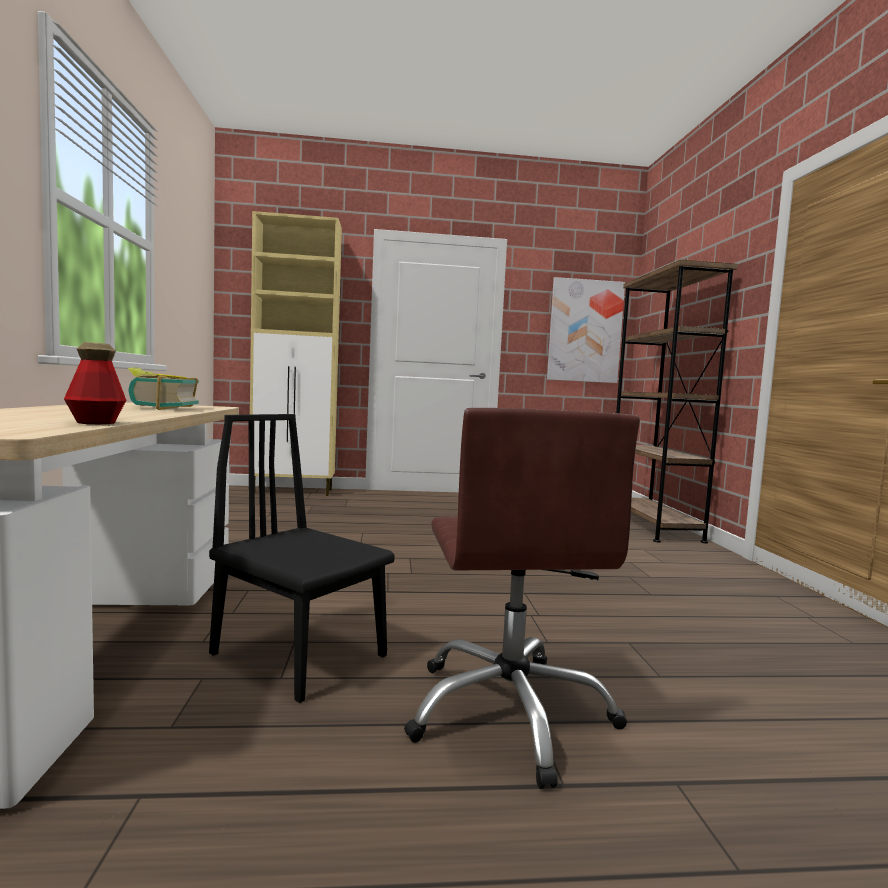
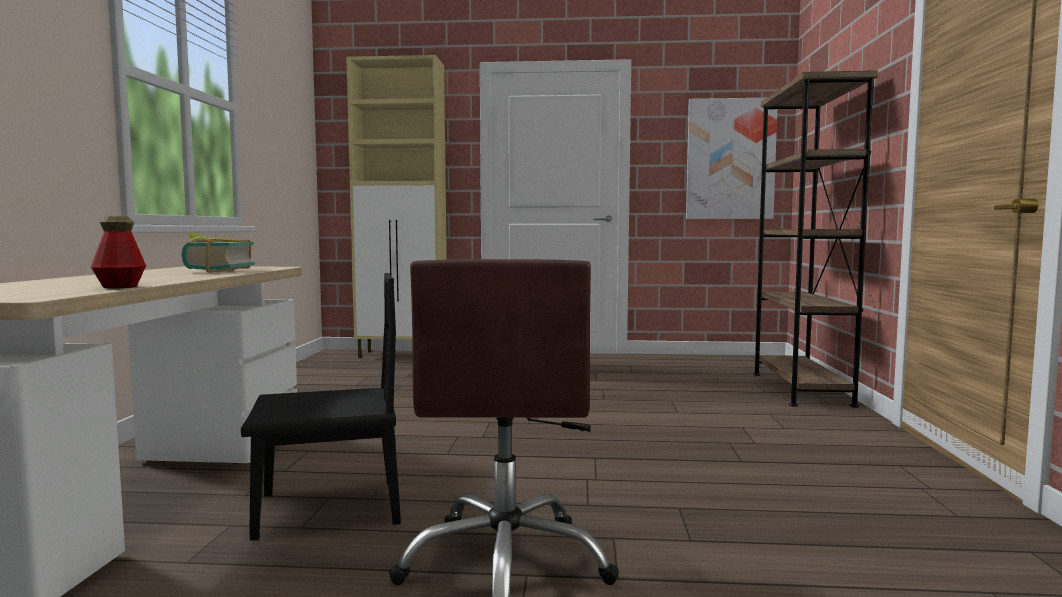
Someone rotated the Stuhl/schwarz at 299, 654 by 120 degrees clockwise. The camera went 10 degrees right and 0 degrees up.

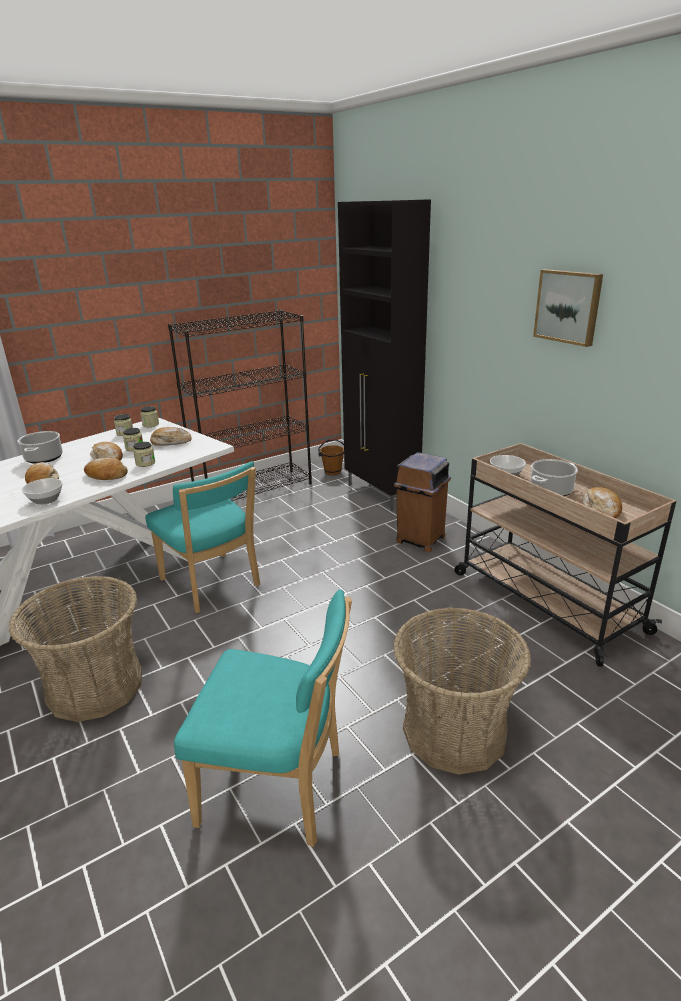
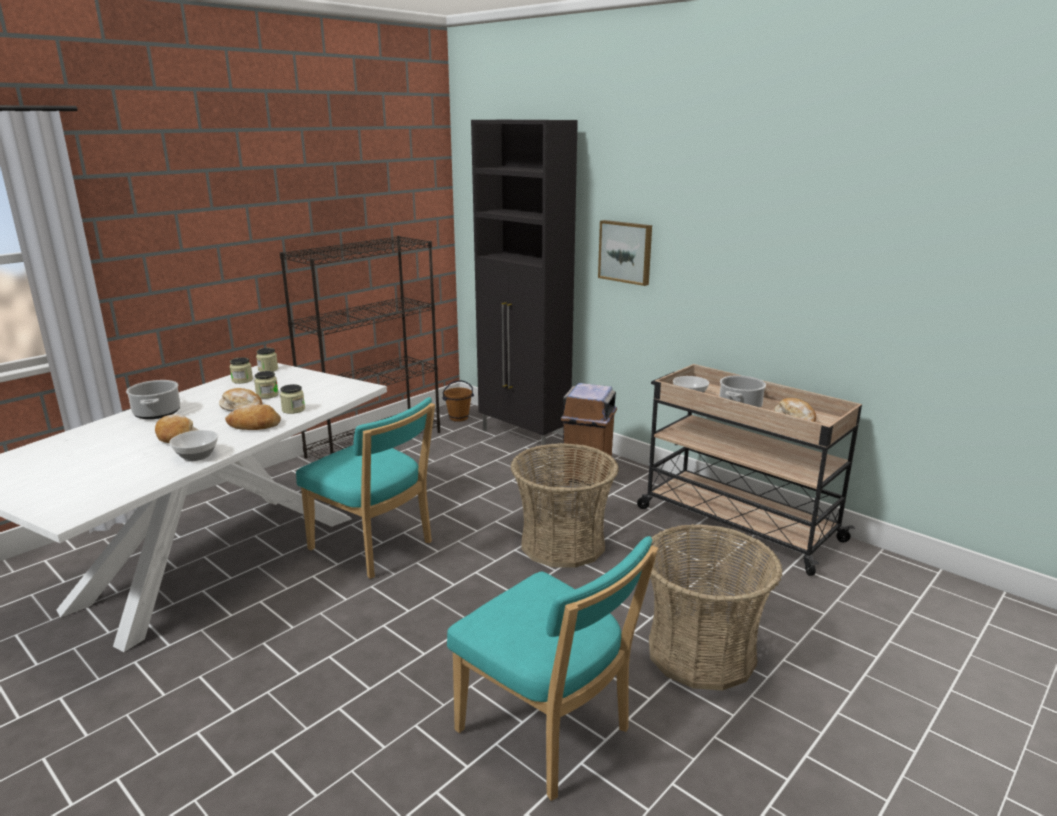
Someone carried the Korb from 95, 686 to 562, 544. Someone took away the Brot at 170, 442. Someone rotated the Stuhl/türkis at 278, 788 by 45 degrees clockwise. Someone carried the Bild from 568, 306 to 626, 252. The camera went 15 degrees left and 5 degrees down.

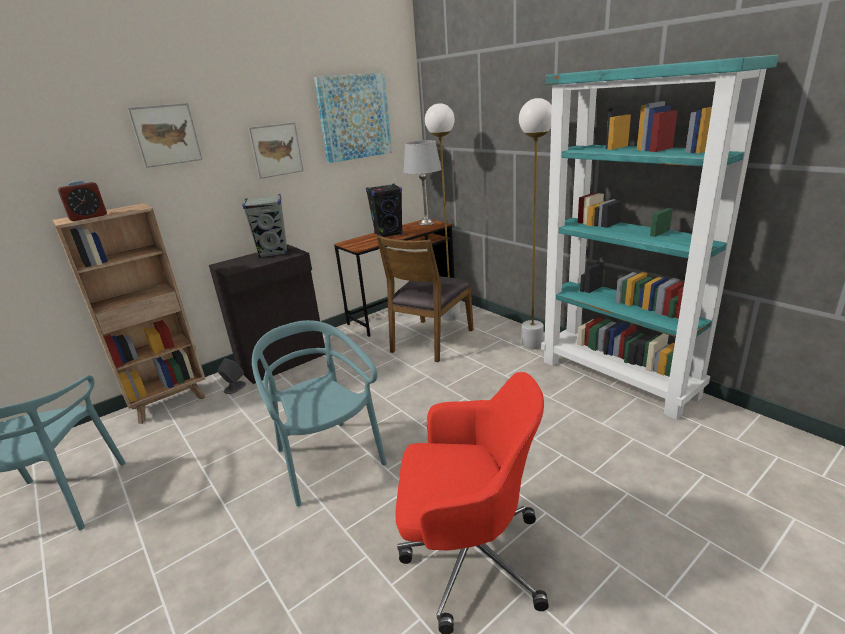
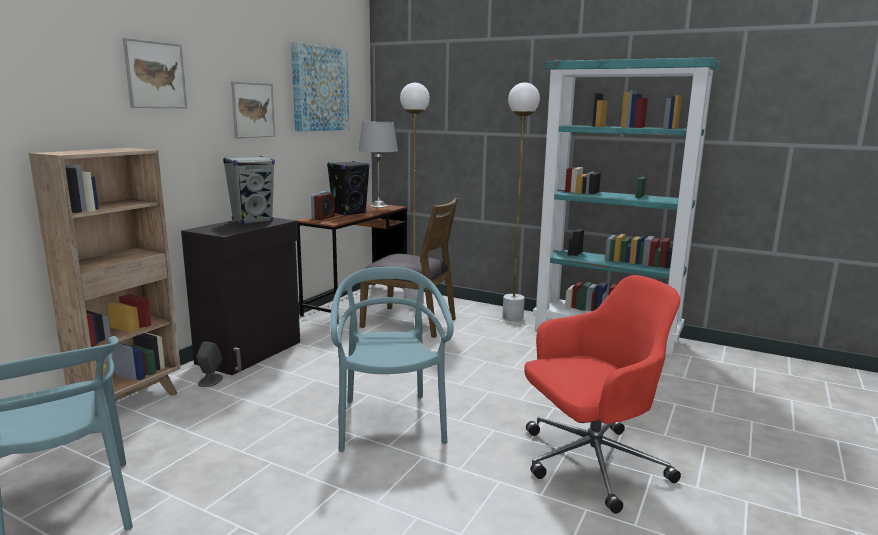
Someone carried the Wecker from 88, 217 to 323, 218. Someone rotated the Stuhl/türkis at 327, 460 by 45 degrees clockwise. Someone rotated the Stuhl/braun at 431, 340 by 75 degrees counterclockwise. The camera went 25 degrees left and 10 degrees down.

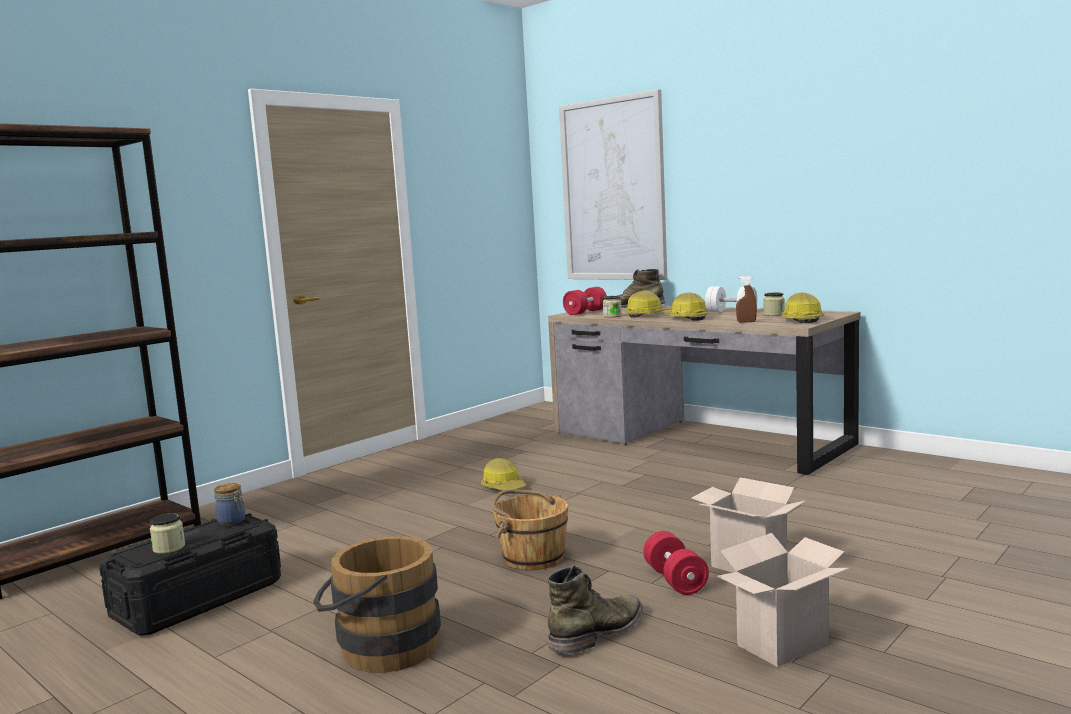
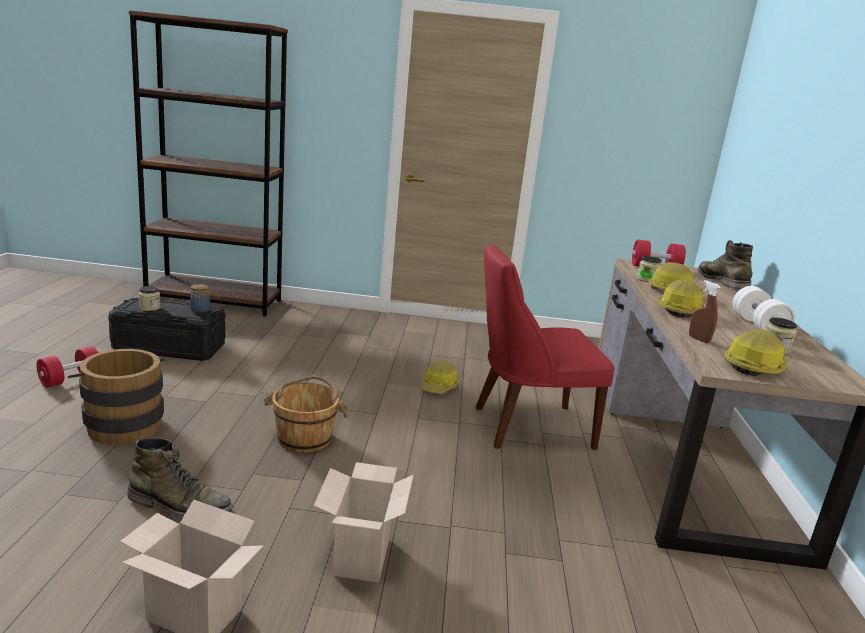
Someone took away the Bild at 613, 190. Someone carried the Hantel/rot from 675, 580 to 70, 379. Someone put down the Stuhl/rot at 526, 427. The camera went 50 degrees right and 10 degrees up.

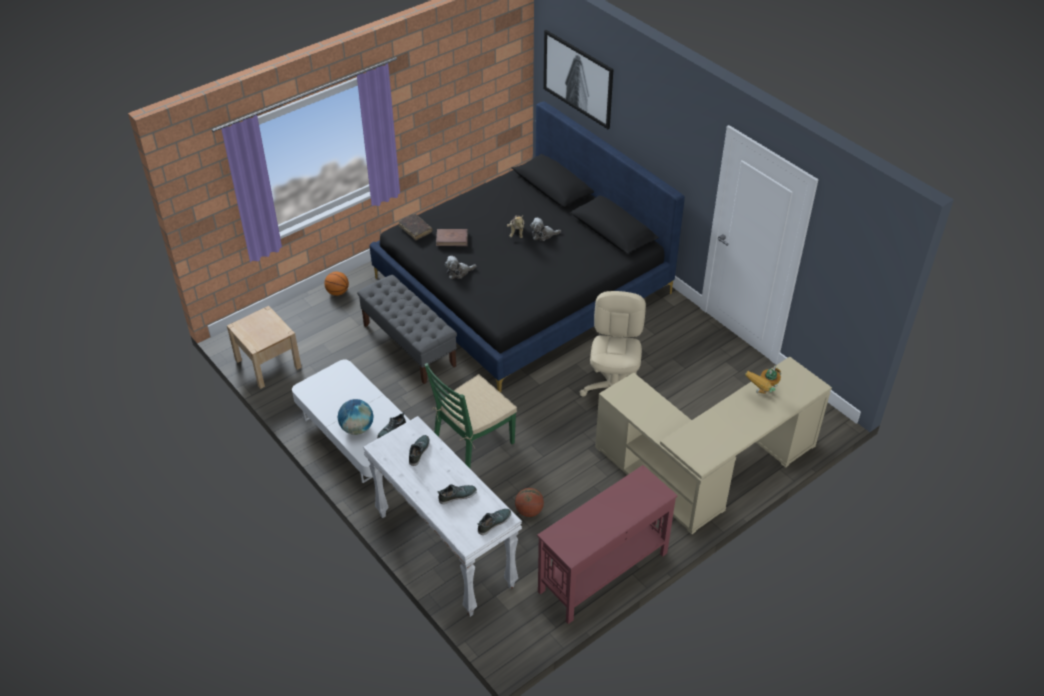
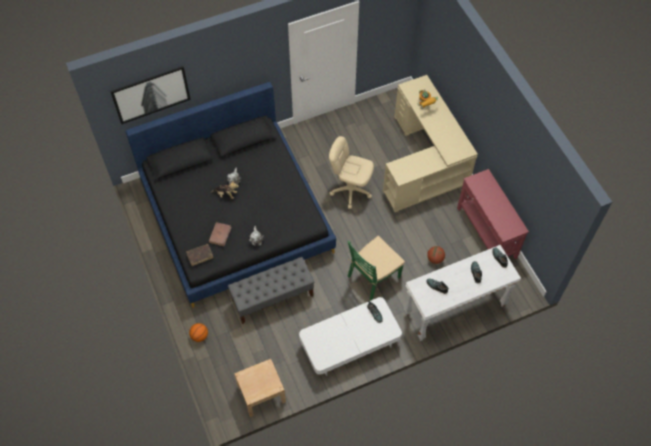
Someone took away the Globus at 357, 428. Someone rotated the Stuhl/grün at 473, 442 by 75 degrees clockwise. The camera went 75 degrees left and 15 degrees up.

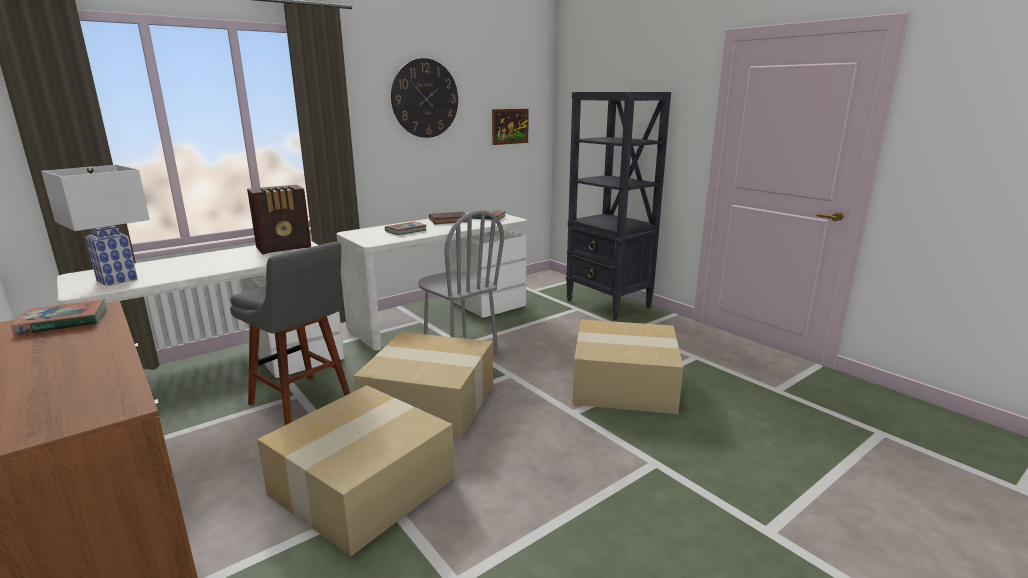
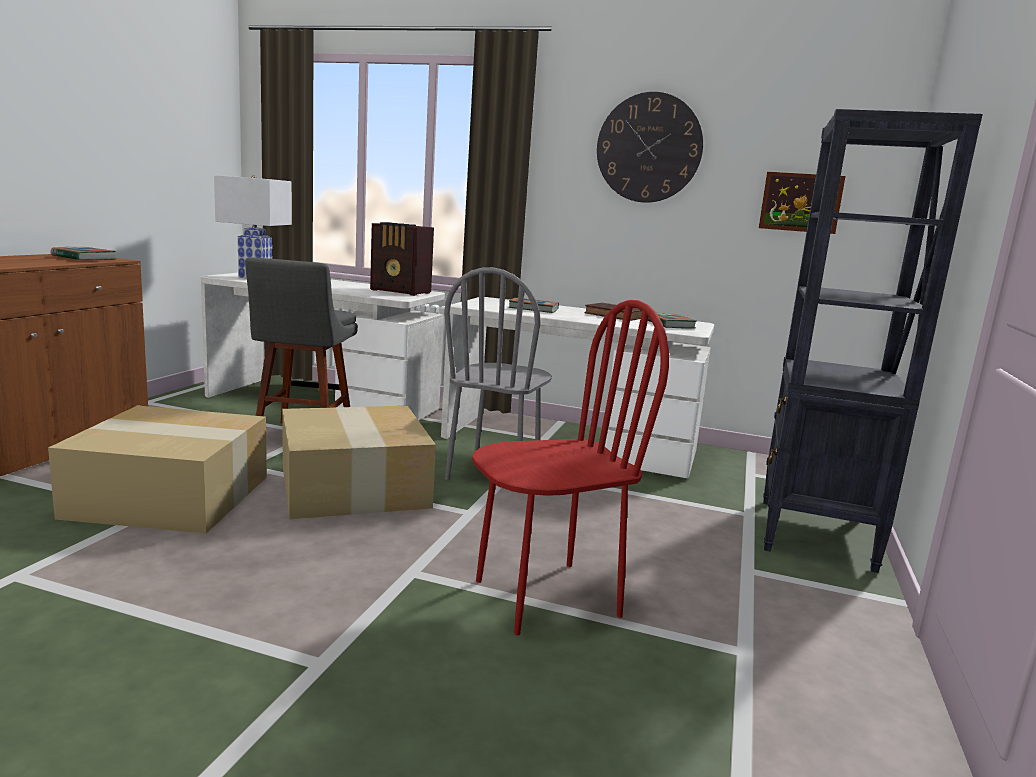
Someone swapped the Karton at 625, 383 for the Stuhl/rot at 546, 597. The camera went 55 degrees right and 5 degrees down.

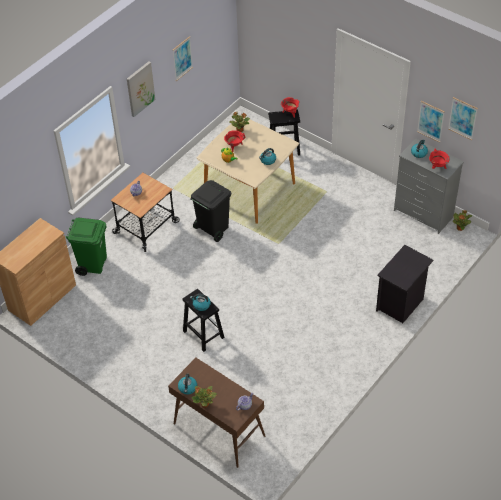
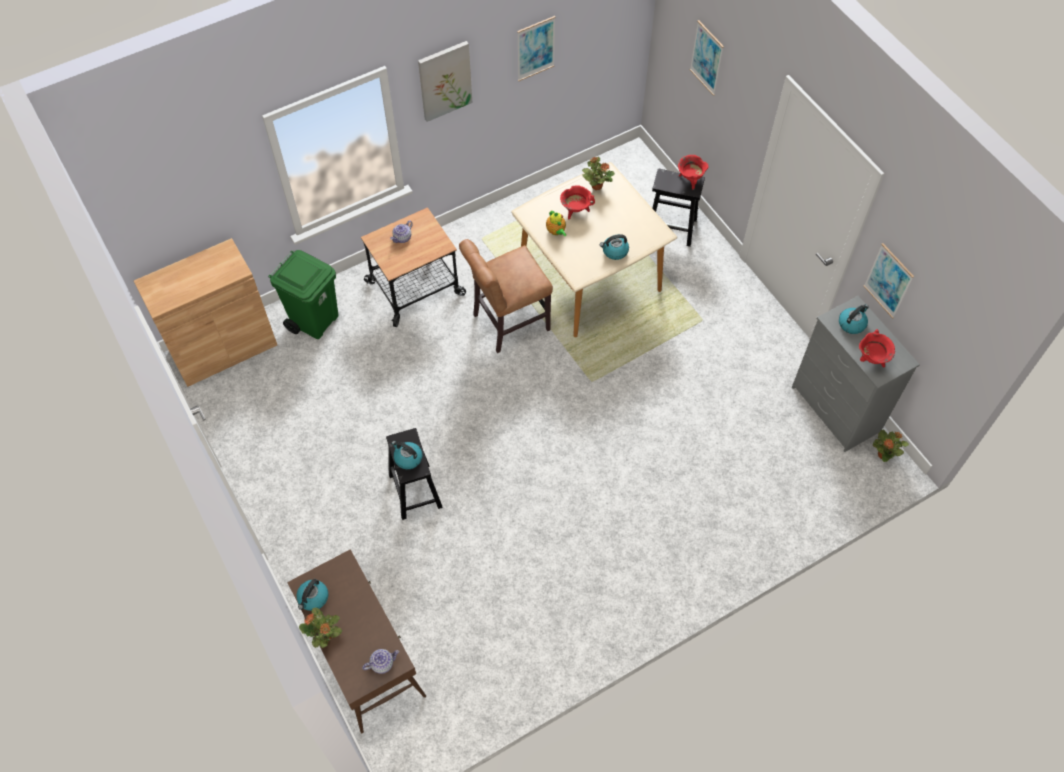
Someone swapped the Mülleimer/schwarz at 212, 229 for the Stuhl/braun at 507, 323. Someone took away the Nachttisch/schwarz at 400, 304. Someone carried the Bild from 462, 118 to 706, 58. The camera went 20 degrees right and 10 degrees up.

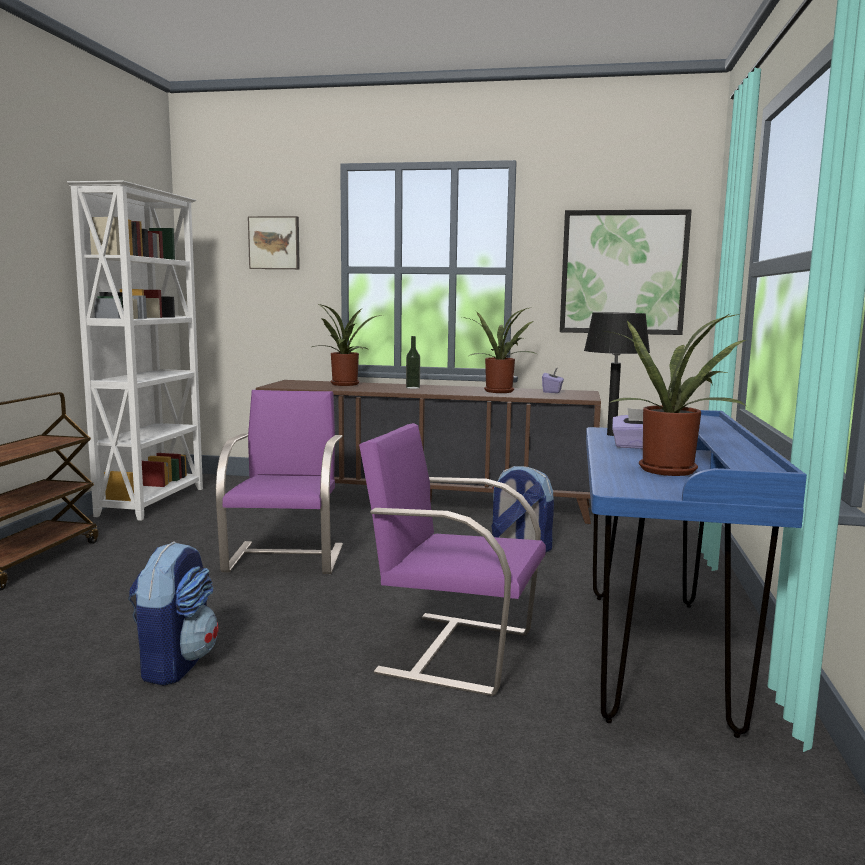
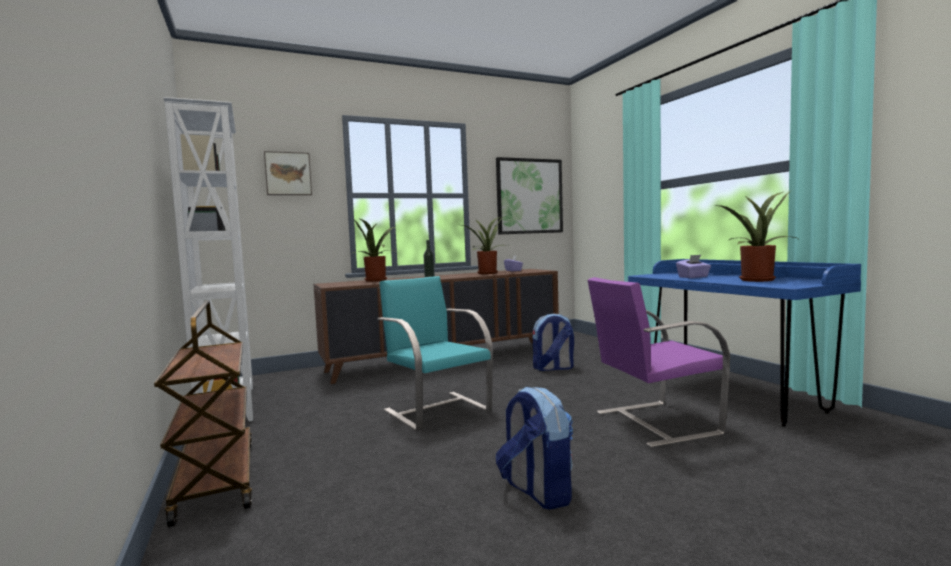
Someone repainted the Stuhl/lila at 286, 557, which became the Stuhl/türkis at 436, 410. Someone took away the Tischlampe/schwarz at 611, 434. The camera went 35 degrees left and 5 degrees down.

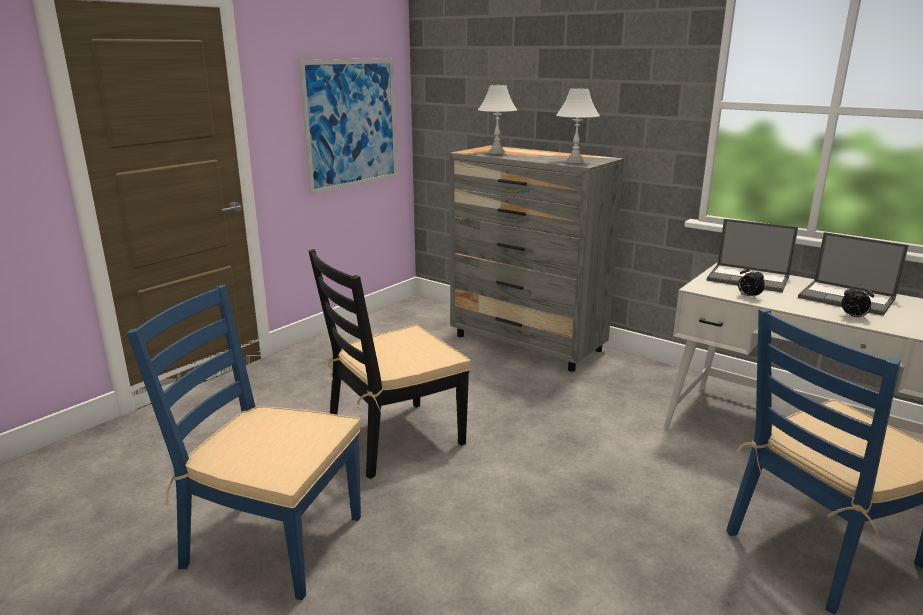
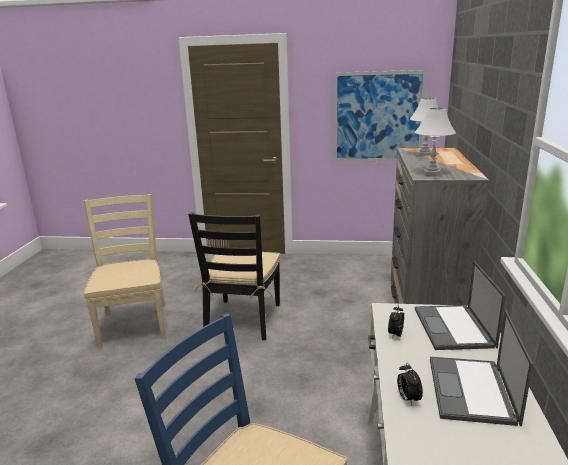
Someone repainted the Stuhl/blau at 272, 541, which became the Stuhl/beige at 134, 324. Someone rotated the Stuhl/schwarz at 394, 438 by 105 degrees counterclockwise. The camera went 60 degrees right and 0 degrees up.

